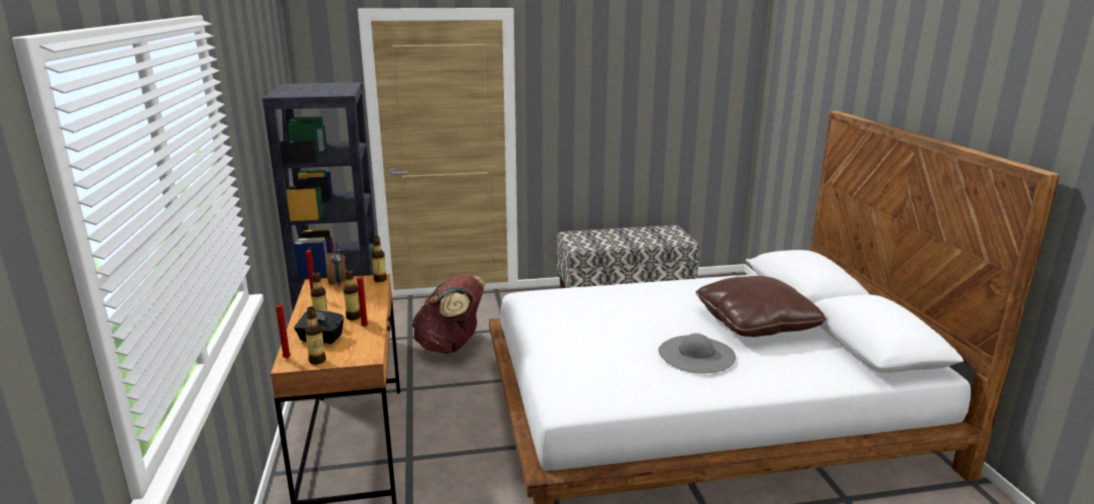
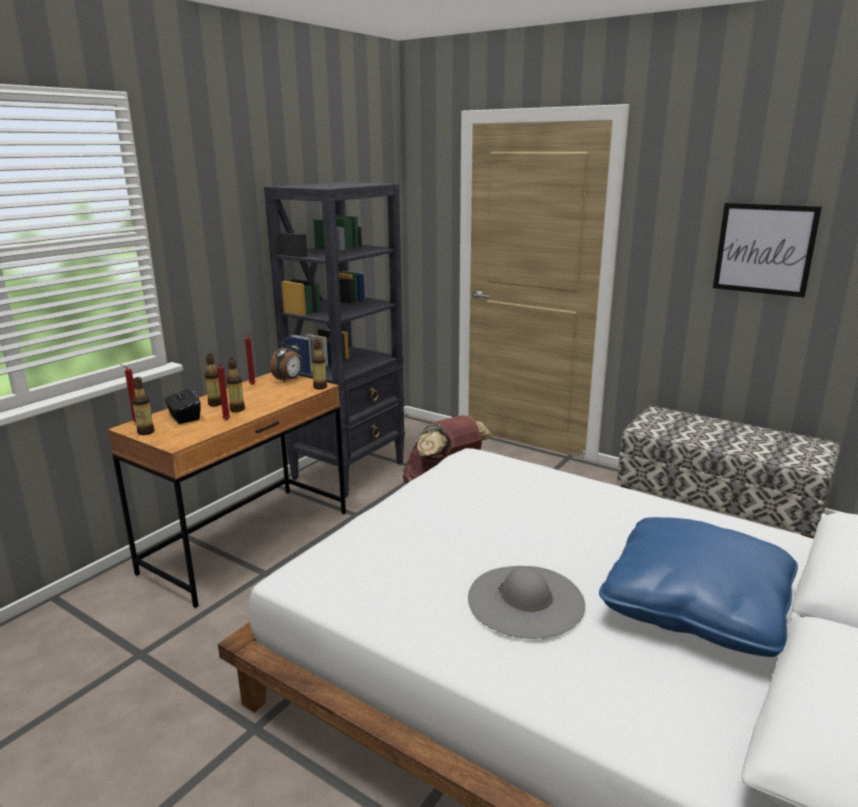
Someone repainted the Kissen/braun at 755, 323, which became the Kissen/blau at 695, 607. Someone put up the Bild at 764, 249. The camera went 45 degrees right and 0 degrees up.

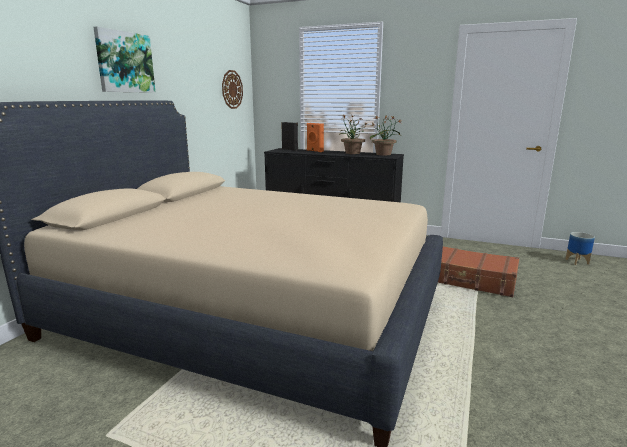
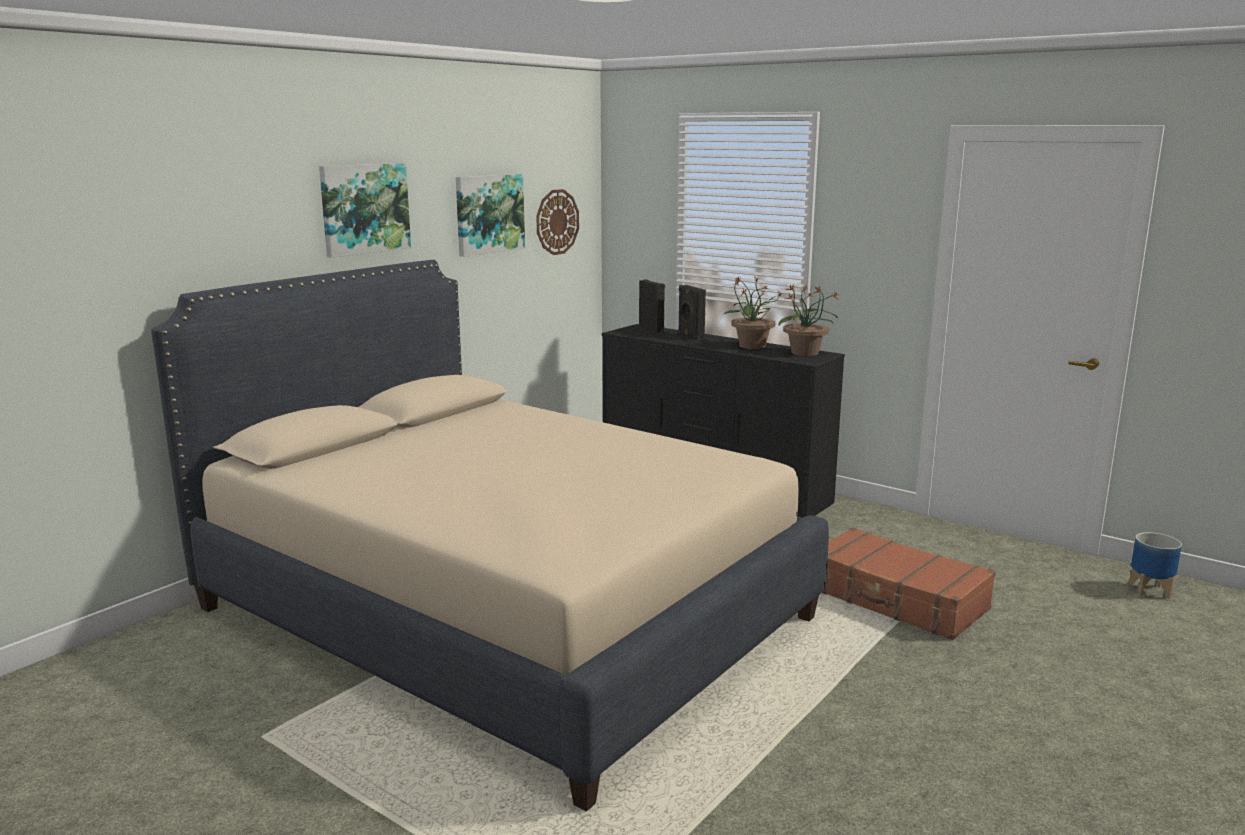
Someone repainted the Lautsprecher/orange at 314, 151, which became the Lautsprecher/schwarz at 690, 336. Someone put up the Bild at 489, 214. The camera went 15 degrees right and 0 degrees up.

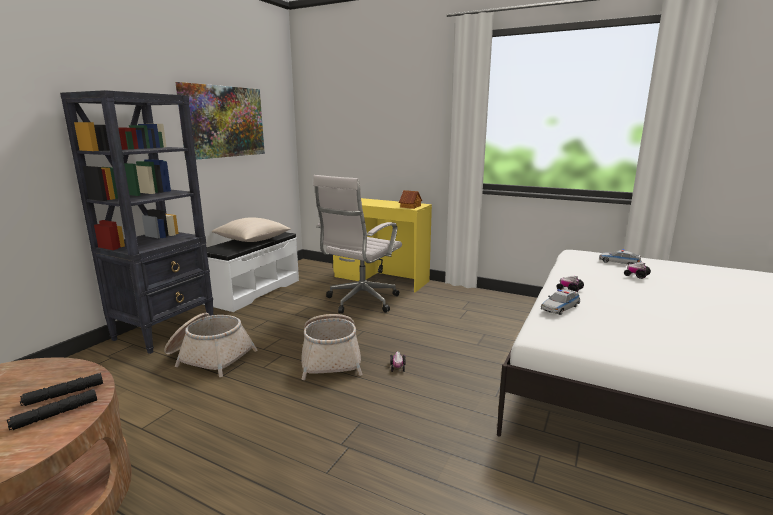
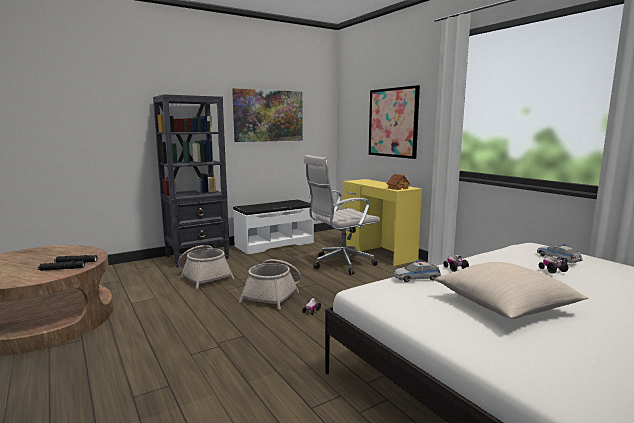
Someone carried the Kissen/beige from 252, 240 to 505, 306. Someone put up the Bild at 393, 122. The camera went 30 degrees right and 5 degrees down.

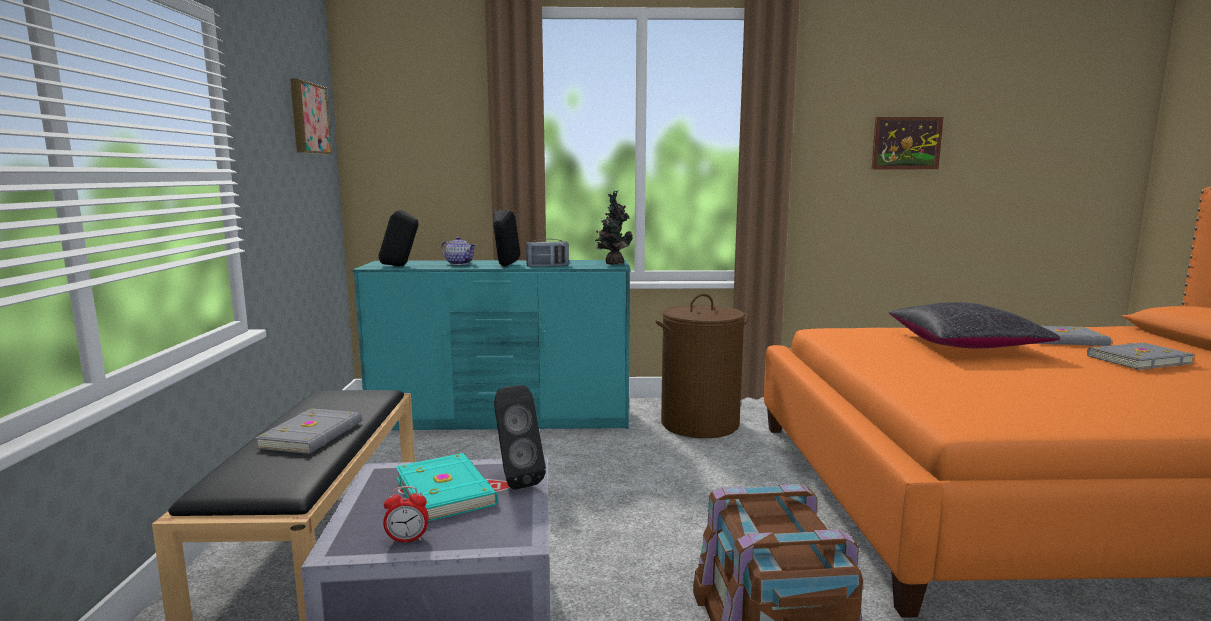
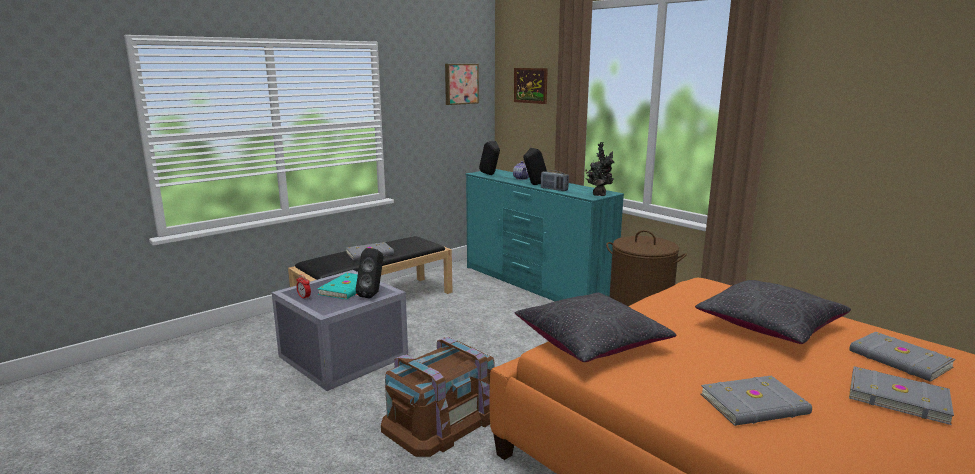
Someone carried the Bild from 906, 143 to 530, 85. Someone put down the Kissen/schwarz at 590, 342. Someone put down the Buch/grau at 755, 405. The camera went 50 degrees right and 5 degrees up.

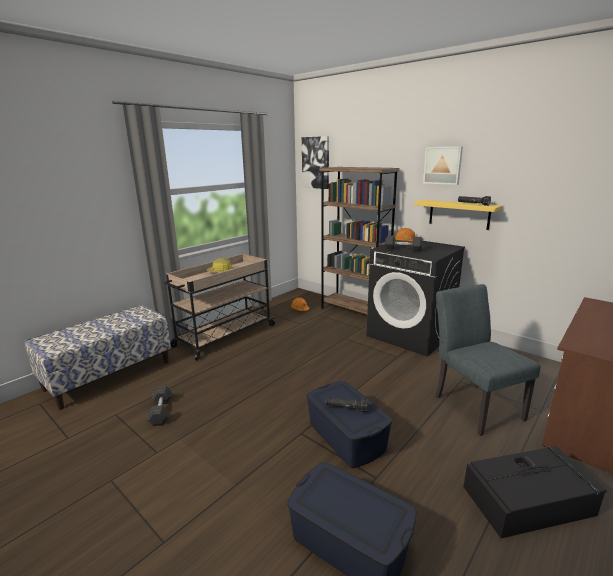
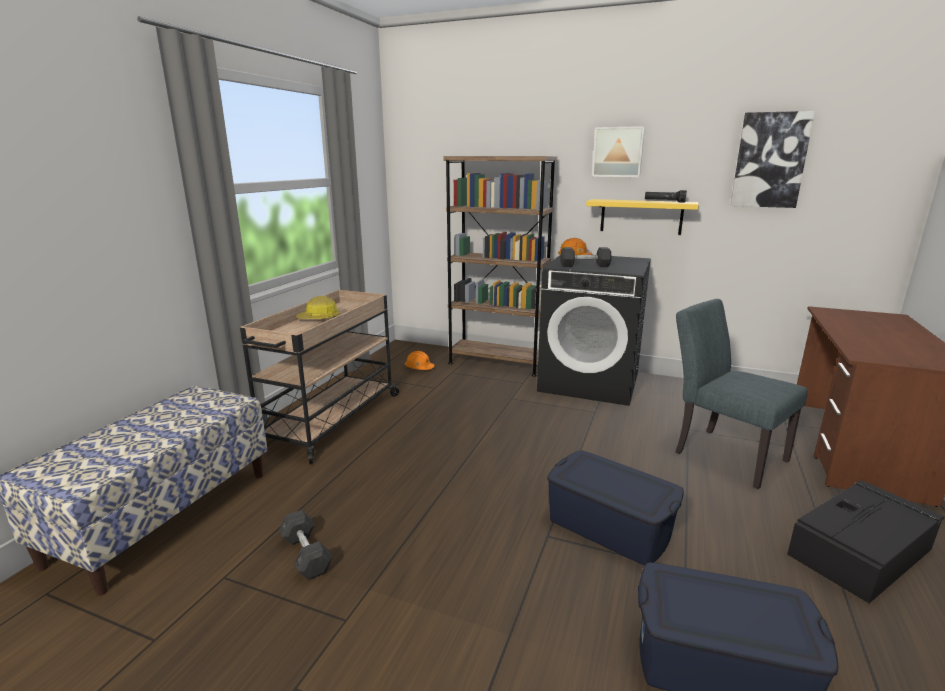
Someone carried the Bild from 316, 162 to 770, 160. Someone took away the Taschenlampe/schwarz at 346, 408. The camera went 20 degrees left and 0 degrees up.

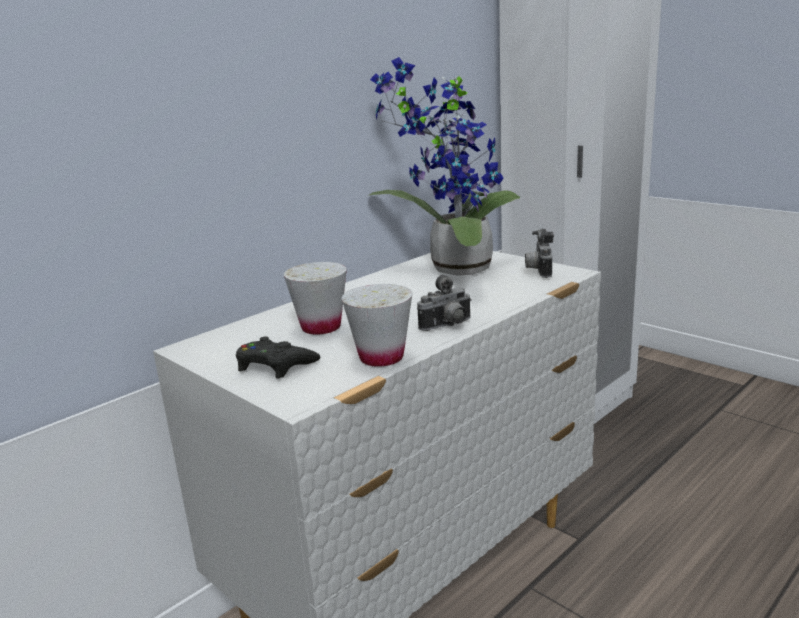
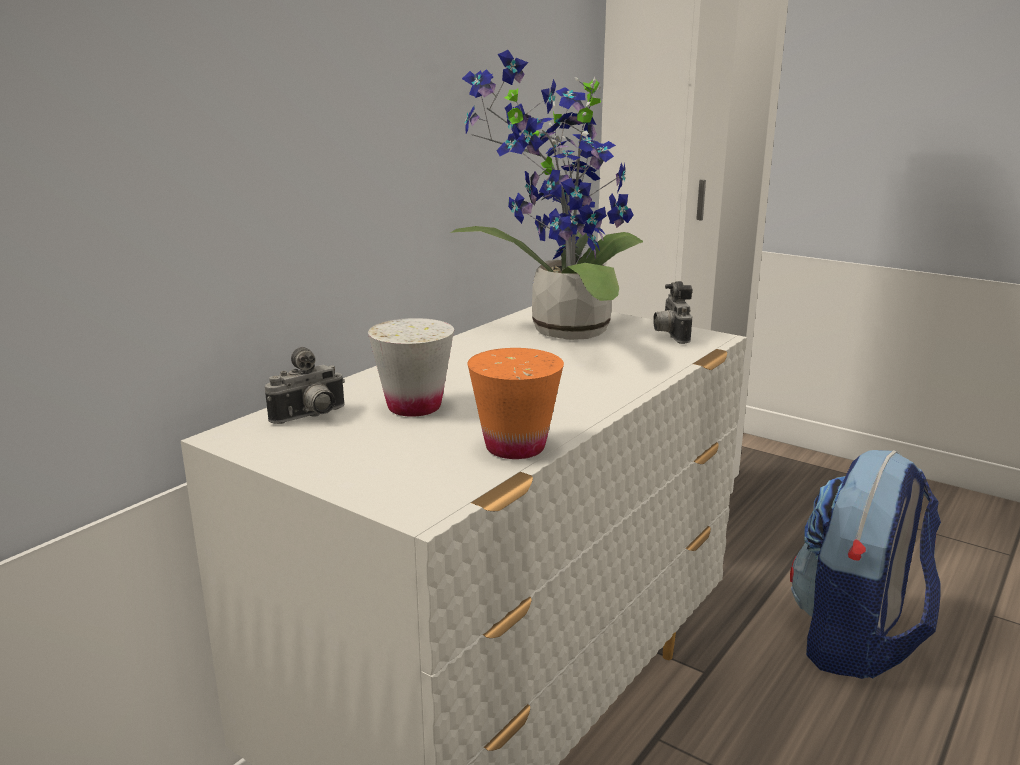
Someone took away the Gamepad/schwarz at 275, 365. Someone repainted the Tasse/weiß at 381, 357, which became the Tasse/orange at 515, 447. Someone carried the Kamera from 448, 326 to 311, 417. Someone put down the Rucksack at 856, 640. The camera went 10 degrees left and 0 degrees up.

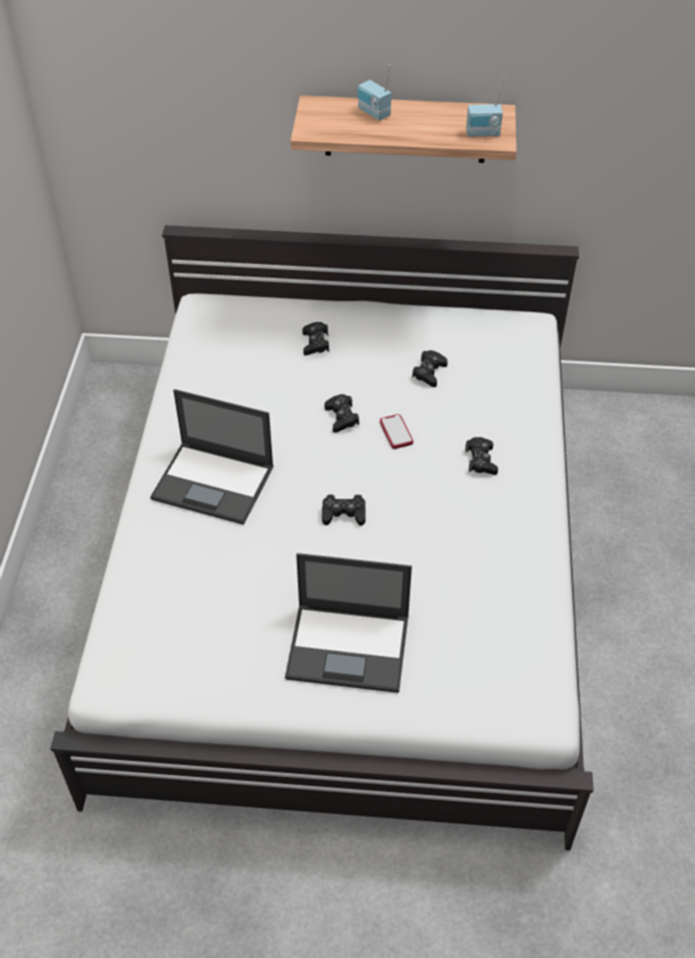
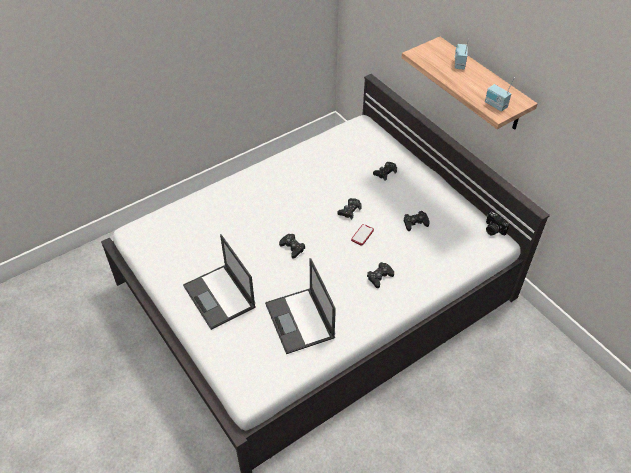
Someone carried the Laptop from 215, 483 to 300, 321. Someone put down the Kamera at 493, 230. The camera went 50 degrees right and 0 degrees up.

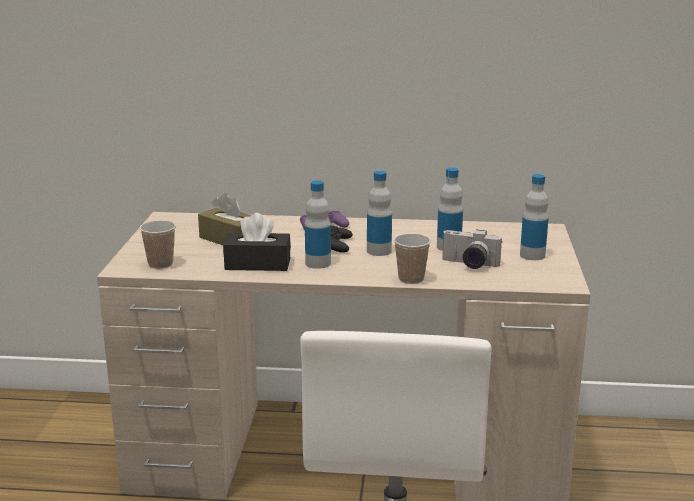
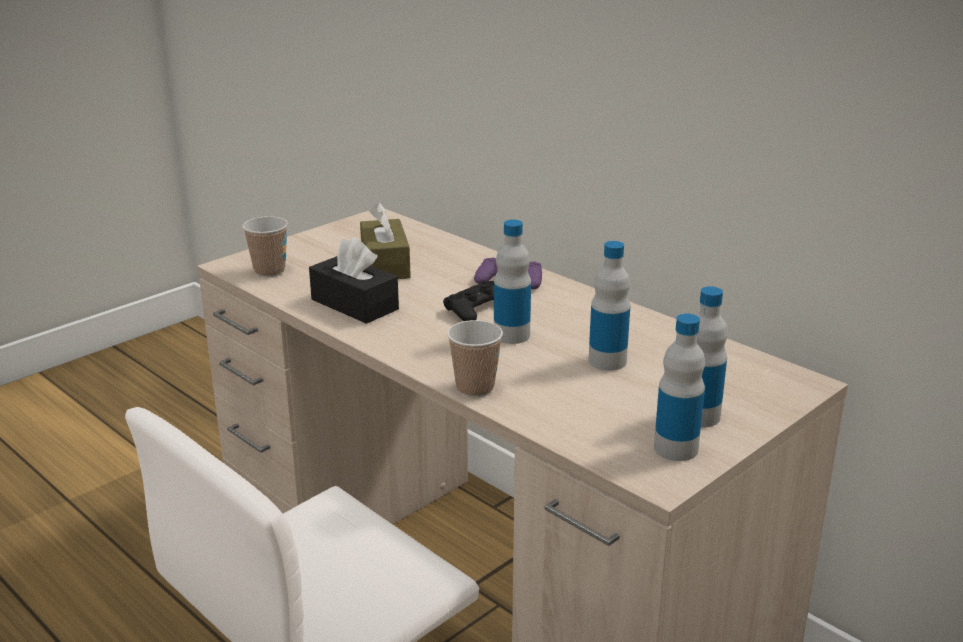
Someone carried the Flasche from 318, 263 to 676, 448. Someone took away the Kamera at 469, 265. The camera went 40 degrees right and 5 degrees up.

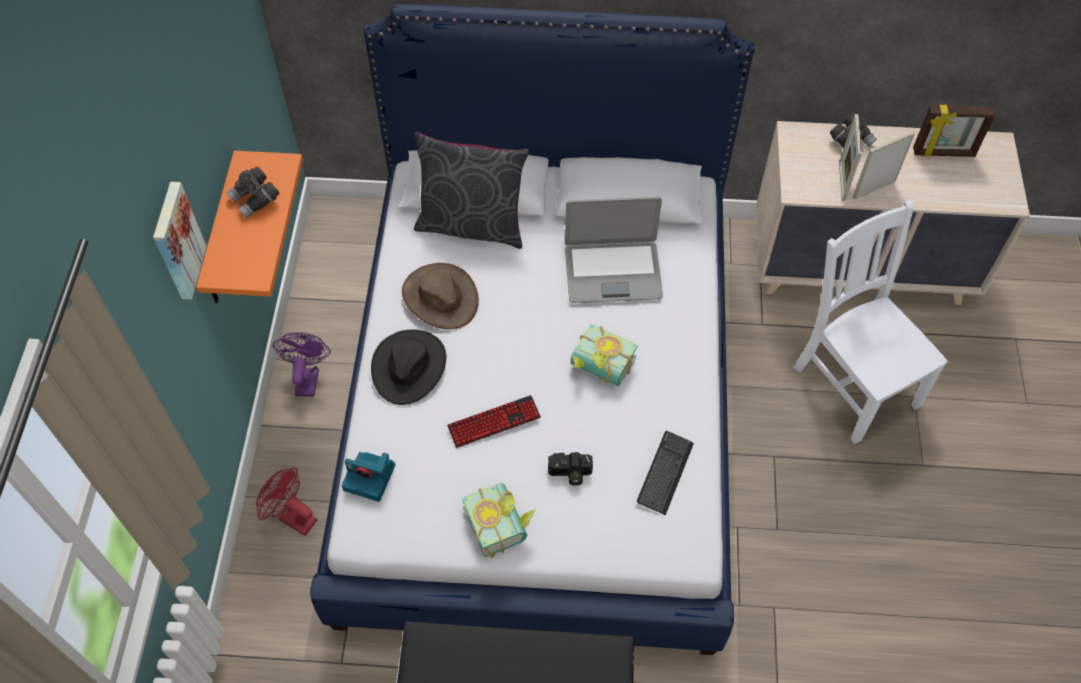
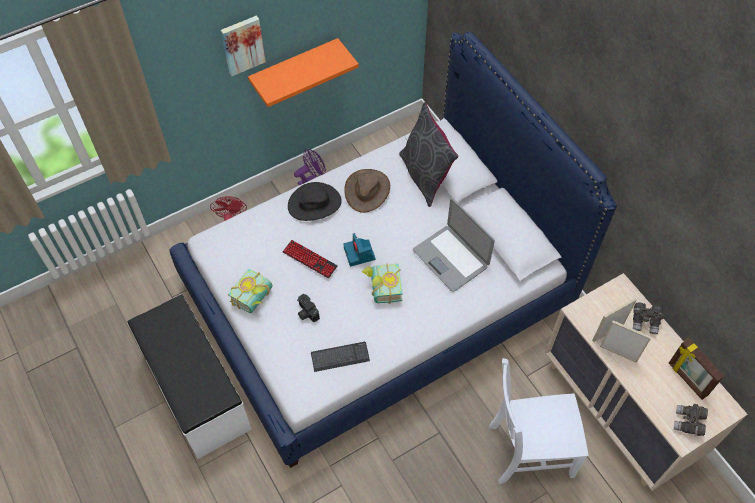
Someone carried the Fernglas/grau from 255, 200 to 688, 423. Someone carried the Kamera from 371, 477 to 360, 254. Someone rotated the Stuhl/weiß at 853, 382 by 120 degrees counterclockwise. The camera went 55 degrees right and 0 degrees up.

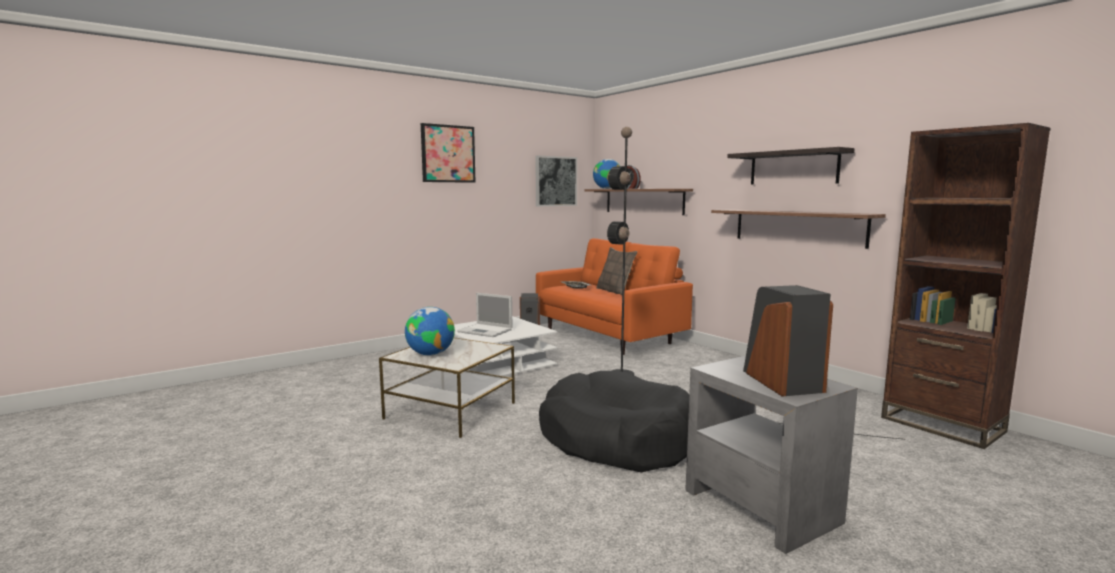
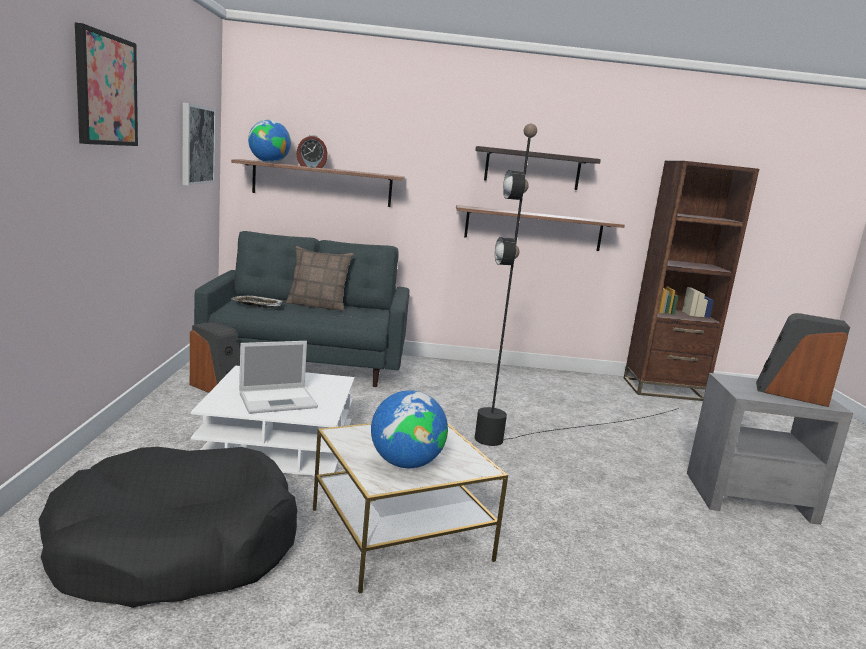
Someone repainted the Sofa/orange at 608, 336, which became the Sofa/grau at 307, 364. Someone carried the Hundebett/schwarz from 616, 439 to 175, 547. The camera went 55 degrees left and 5 degrees up.

